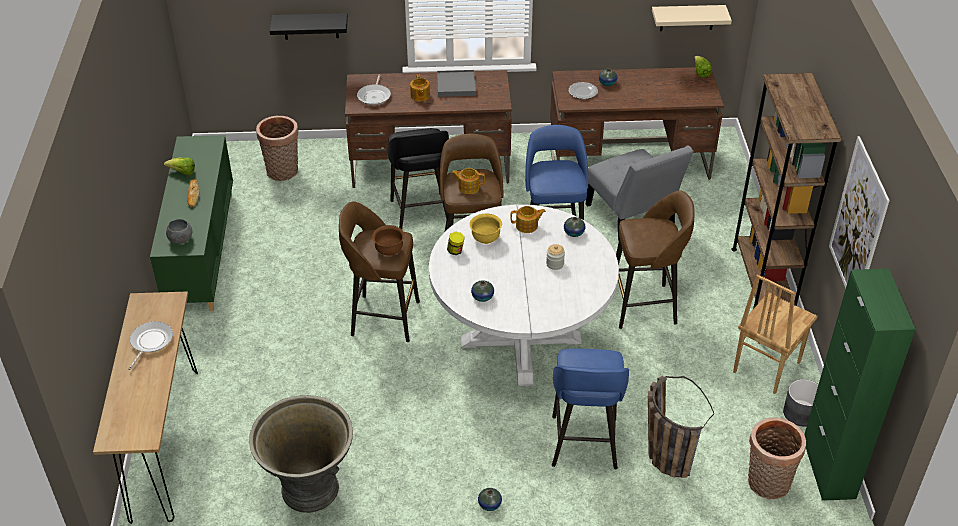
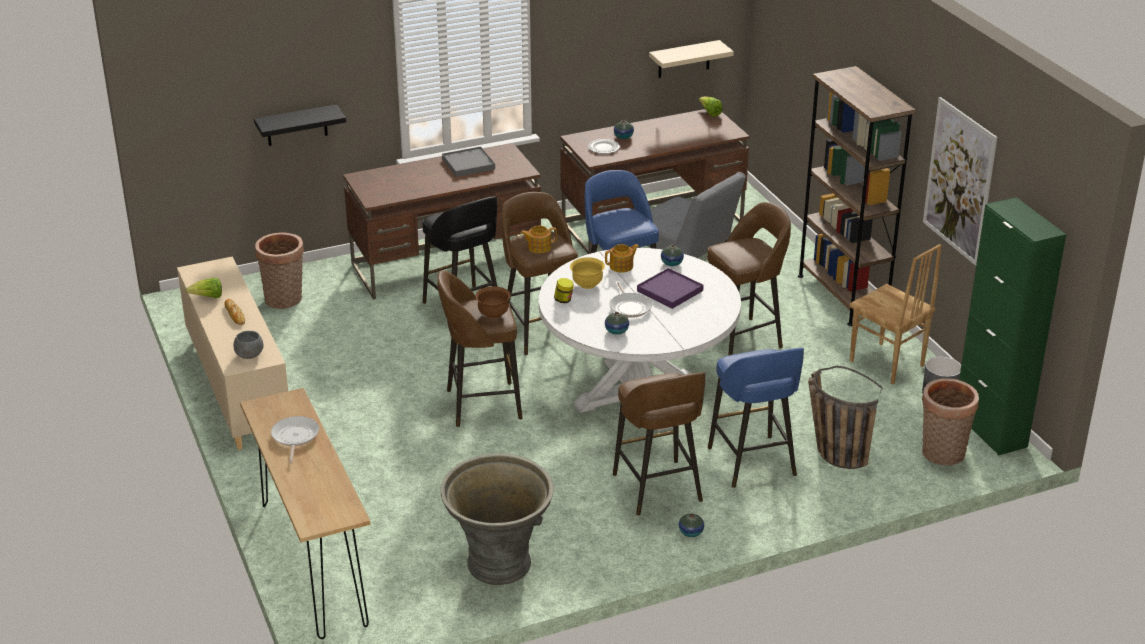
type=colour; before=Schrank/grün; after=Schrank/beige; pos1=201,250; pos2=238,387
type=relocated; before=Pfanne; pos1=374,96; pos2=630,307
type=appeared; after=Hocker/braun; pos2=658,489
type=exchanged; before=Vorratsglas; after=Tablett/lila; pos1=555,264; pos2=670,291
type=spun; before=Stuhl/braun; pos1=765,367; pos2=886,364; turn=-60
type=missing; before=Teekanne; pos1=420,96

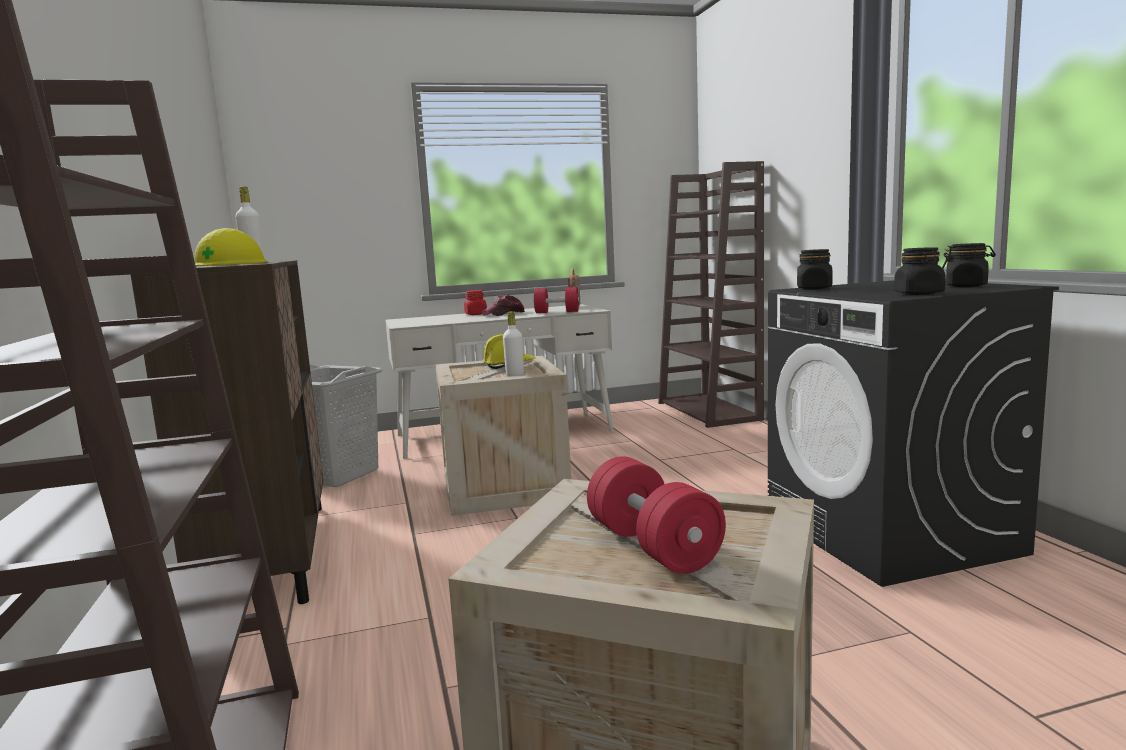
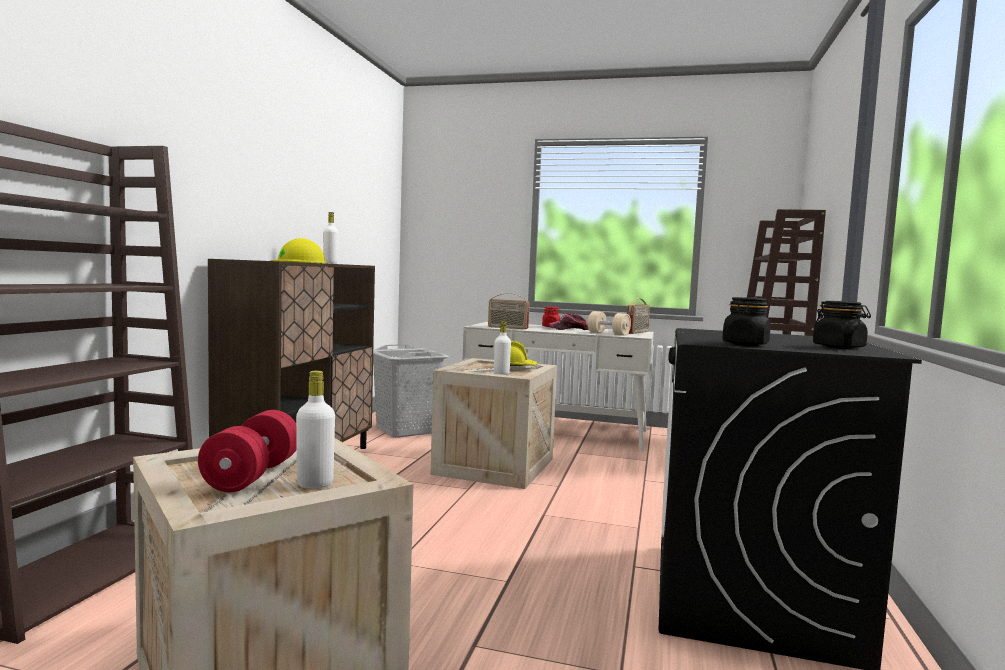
type=appeared; after=Flasche/weiß; pos2=315,484
type=appeared; after=Radio; pos2=507,328
type=colour; before=Hantel/rot; after=Hantel/beige; pos1=557,312; pos2=608,333
type=missing; before=Vorratsglas/schwarz; pos1=814,288

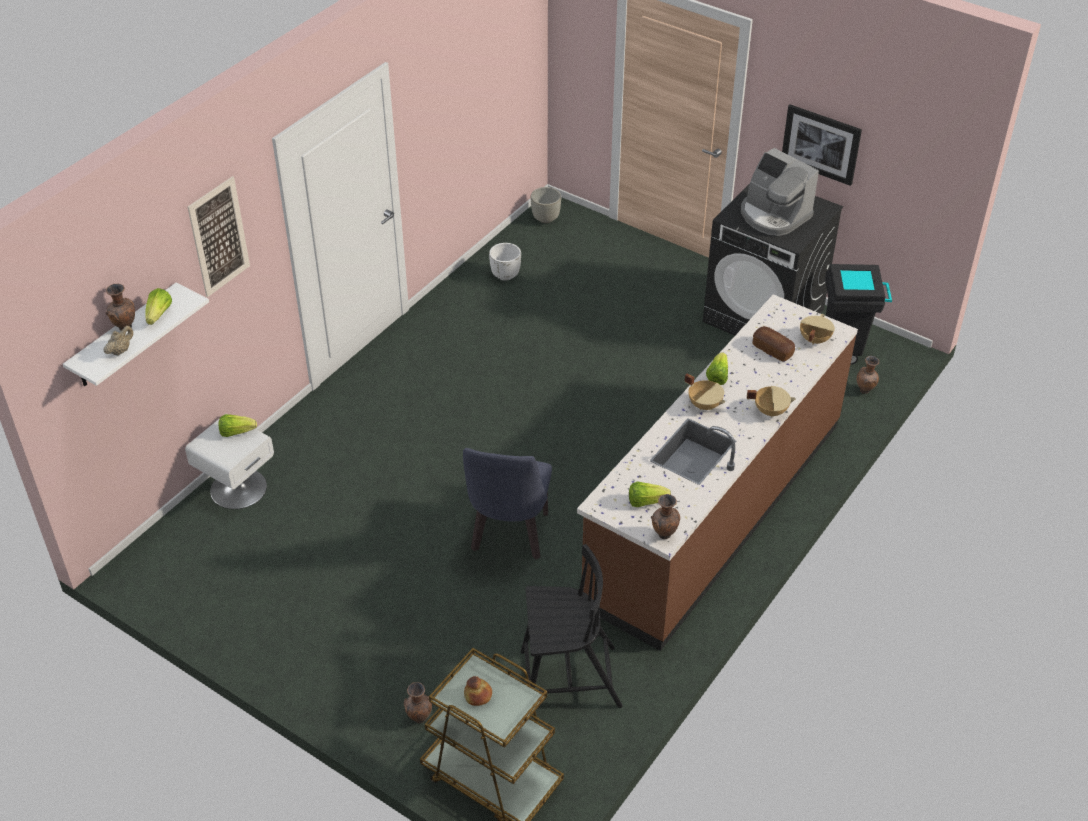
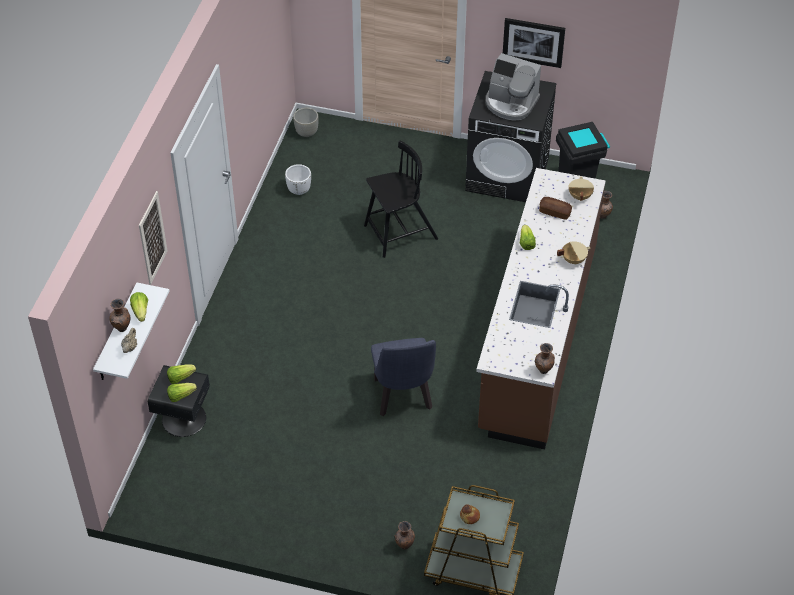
type=colour; before=Nachttisch/weiß; after=Nachttisch/schwarz; pos1=238,488; pos2=183,418
type=relocated; before=Salatkopf; pos1=646,501; pos2=181,396
type=relocated; before=Stuhl/schwarz; pos1=567,679; pos2=399,233
type=missing; before=Kochtopf/beige; pos1=705,404

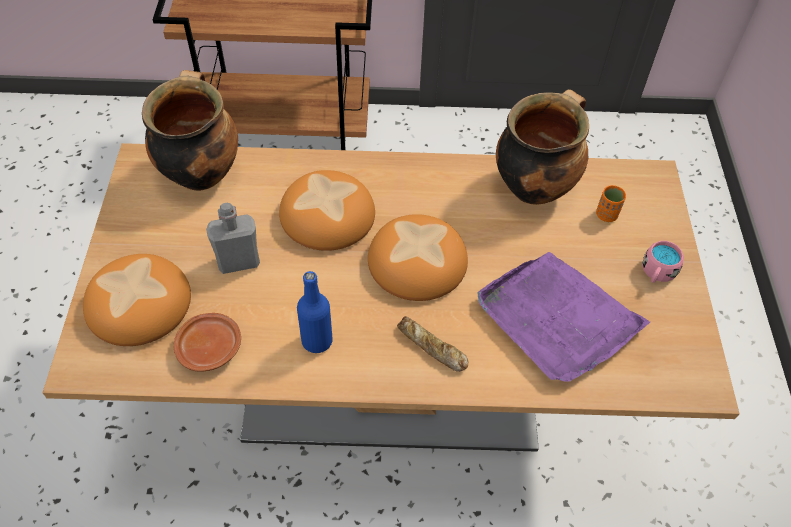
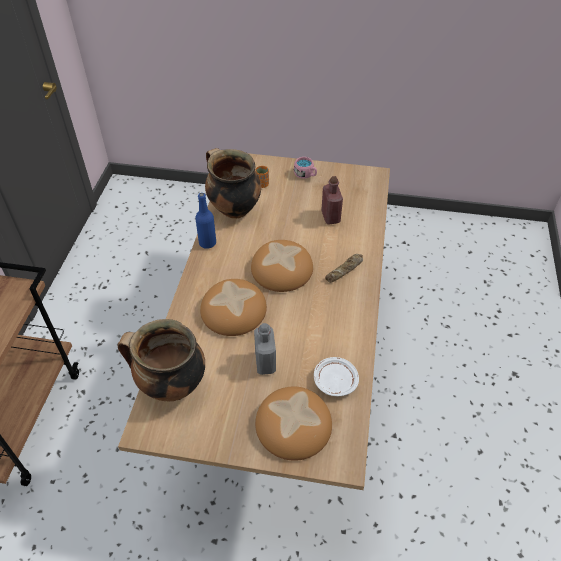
type=relocated; before=Flasche/blau; pos1=317,341; pos2=207,243
type=colour; before=Teller/braun; after=Teller/weiß; pos1=210,347; pos2=334,381
type=exchanged; before=Tablett/lila; after=Flasche/rot; pos1=557,319; pos2=330,217

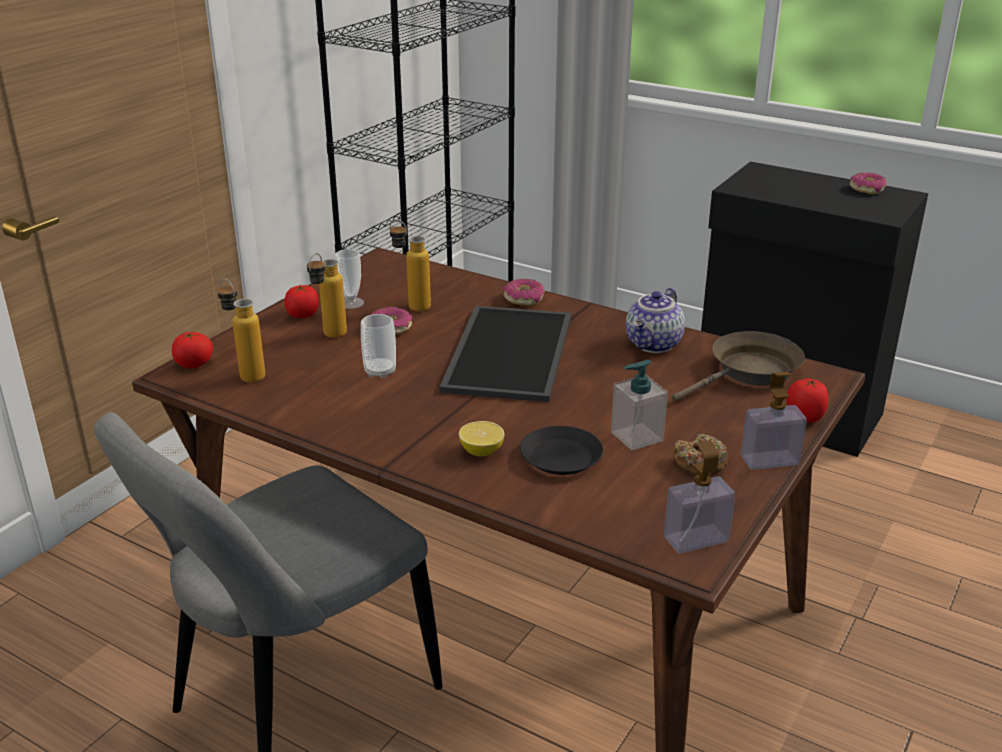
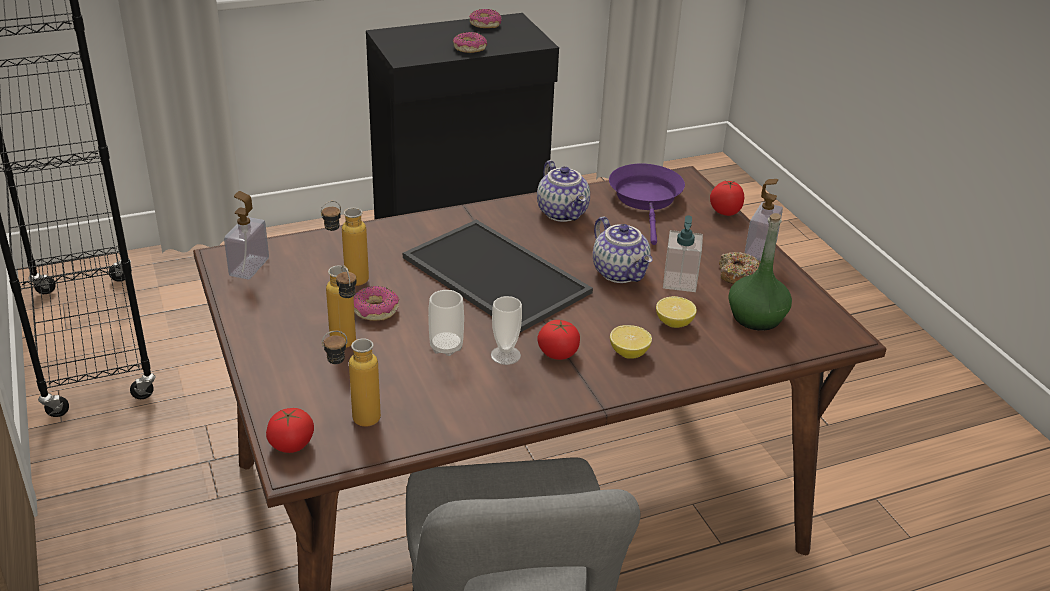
type=relocated; before=Seifenspender; pos1=696,539; pos2=249,267
type=relocated; before=Donut; pos1=524,299; pos2=469,48
type=relocated; before=Tasse; pos1=351,303; pos2=505,355
type=relocated; before=Tomate; pos1=303,315; pos2=558,353
type=appeared; after=Teekanne; pos2=621,273
type=colour; before=Pfanne/braun; after=Pfanne/lila; pos1=750,372; pos2=646,200
type=exchanged; before=Teller/schwarz; after=Zitrone; pos1=561,457; pos2=674,323
type=appeared; after=Flasche/grün; pos2=756,317

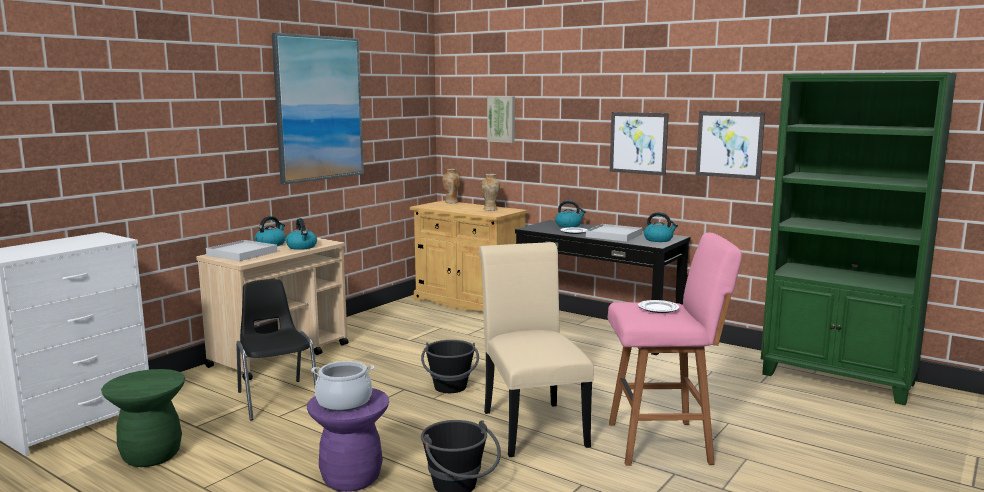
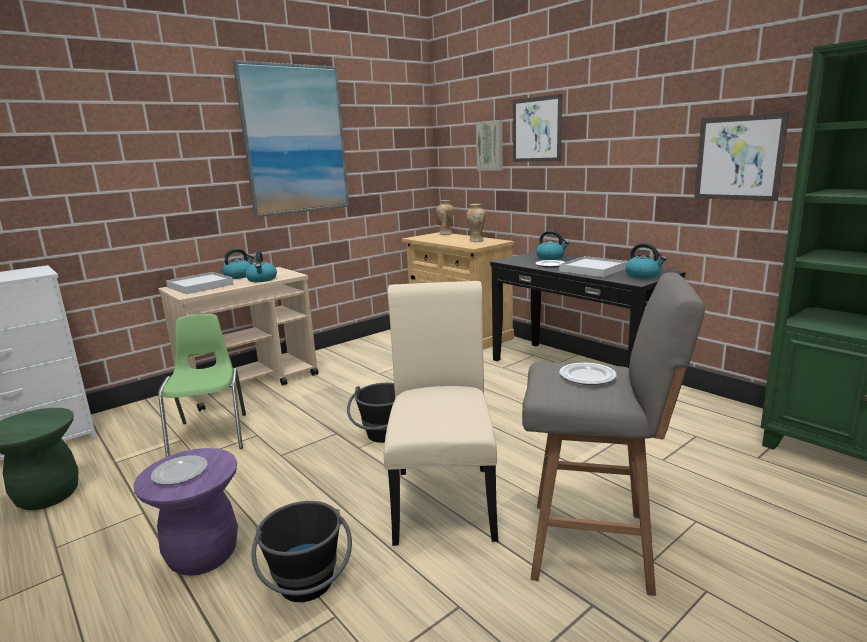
type=exchanged; before=Kochtopf; after=Teller; pos1=344,402; pos2=181,472
type=colour; before=Stuhl/schwarz; after=Stuhl/grün; pos1=277,398; pos2=211,434
type=relocated; before=Bild; pos1=638,143; pos2=536,129
type=colour; before=Hocker/rosa; after=Hocker/grau; pos1=663,443; pos2=595,545

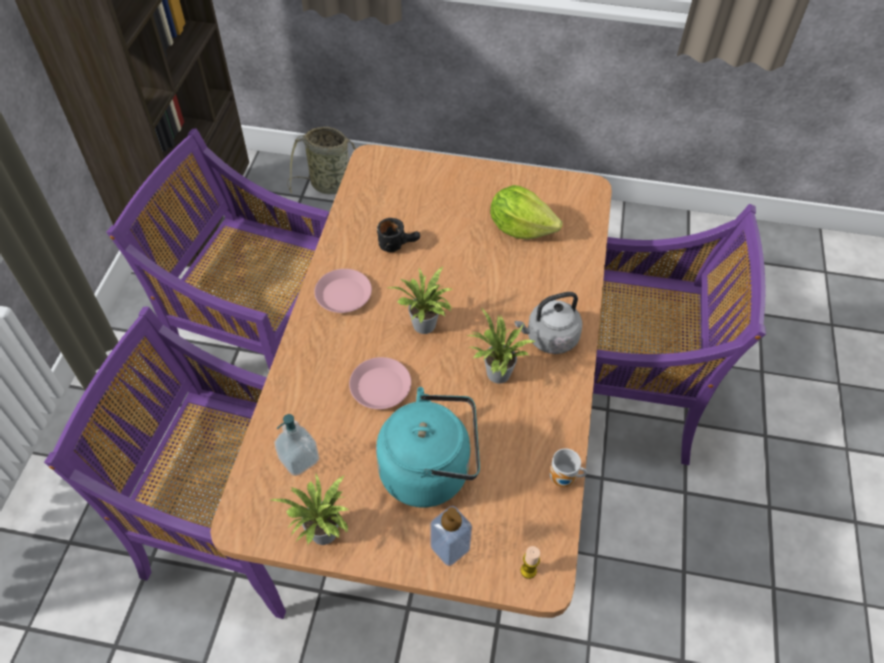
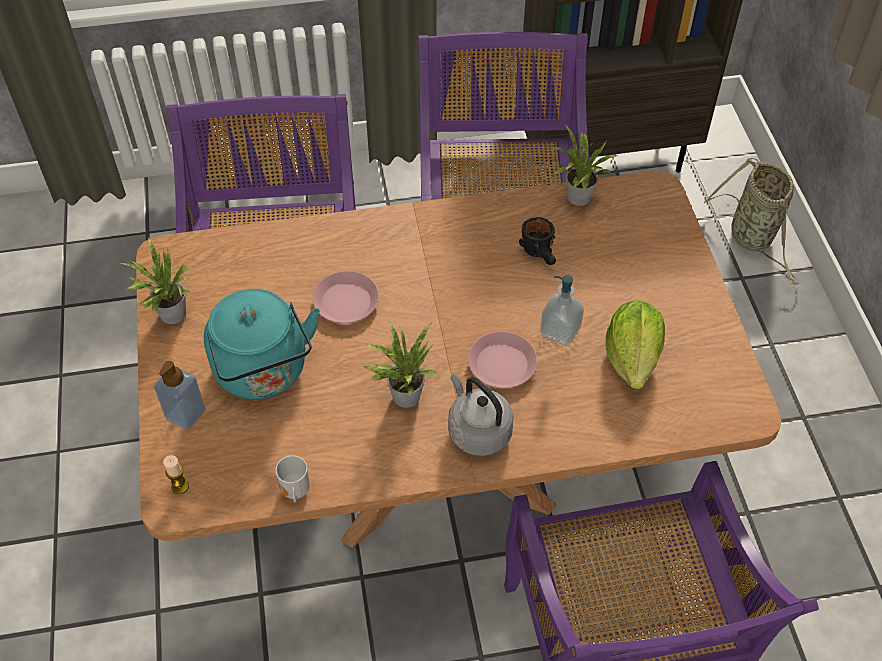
type=relocated; before=Teller/rosa; pos1=343,295; pos2=501,364
type=relocated; before=Seifenspender; pos1=299,459; pos2=560,331
type=relocated; before=Topfpflanze; pos1=425,327; pos2=576,198

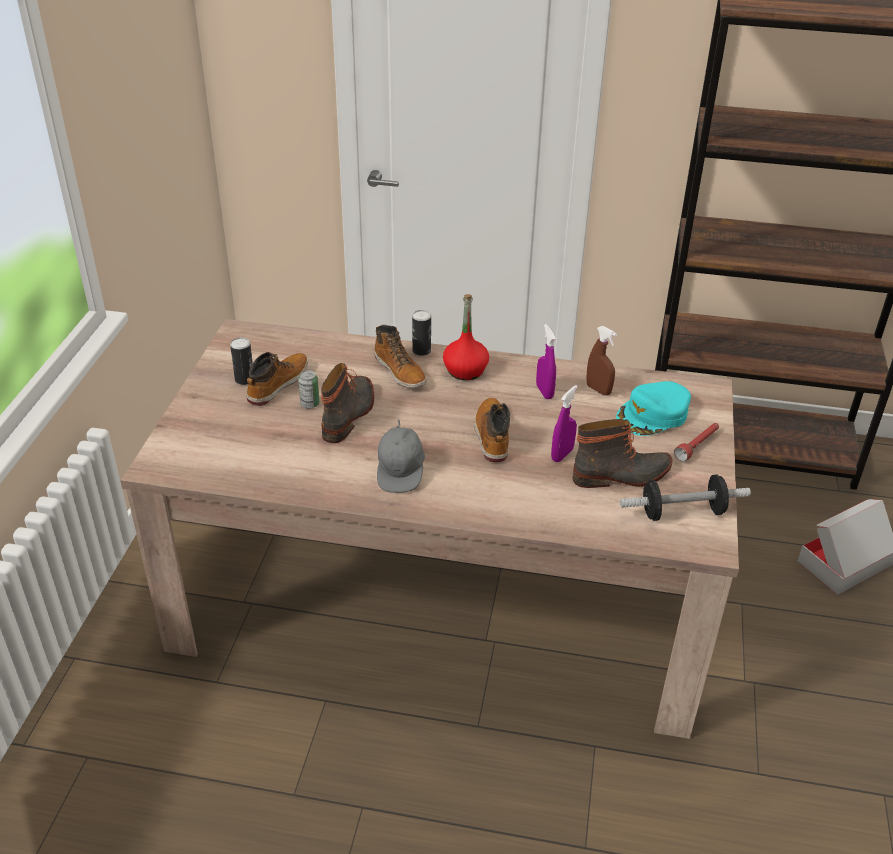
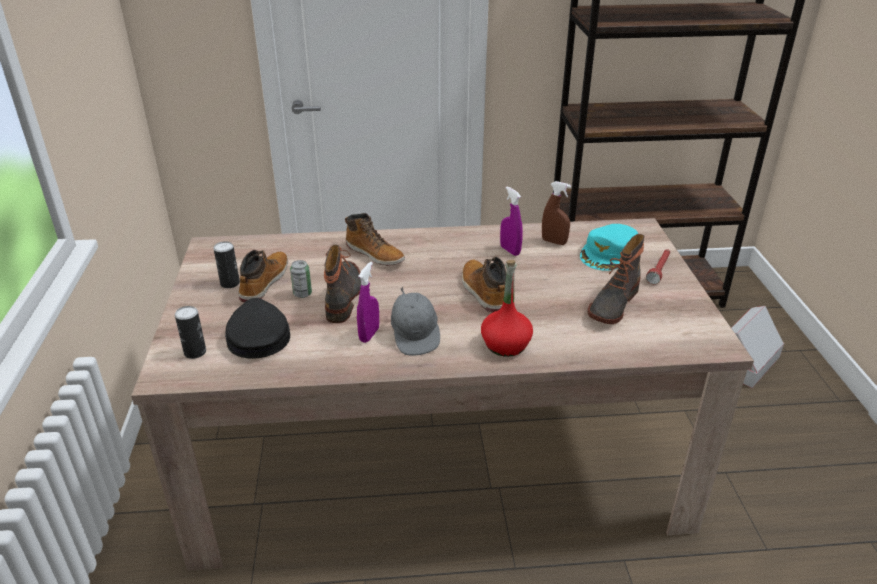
type=relocated; before=Dose; pos1=421,351; pos2=195,352
type=appeared; after=Kappe/schwarz; pos2=258,336
type=relocated; before=Sprühflasche/lila; pos1=562,454; pos2=369,335
type=relocated; before=Flasche/rot; pos1=465,370; pos2=505,345
type=spun; before=Stiefel; pos1=622,476; pos2=612,304; turn=150
type=missing; before=Hantel; pos1=682,512

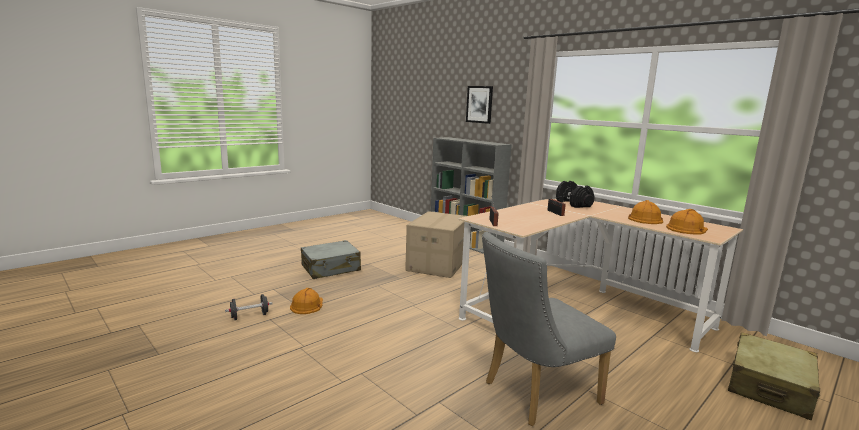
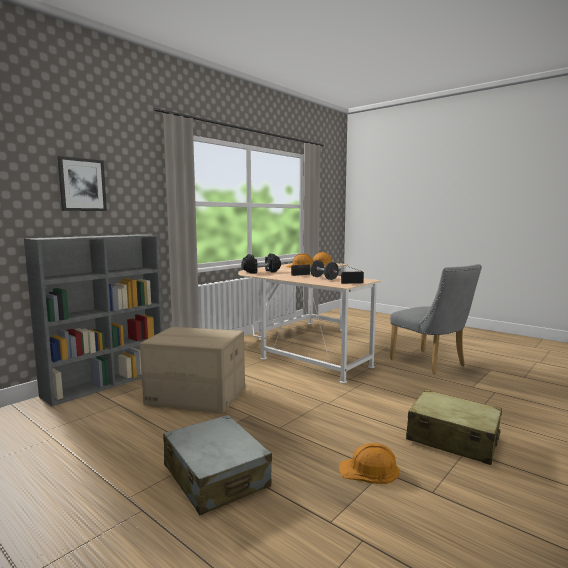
type=relocated; before=Hantel/schwarz; pos1=249,316; pos2=324,278
type=relocated; before=Koffer/beige; pos1=769,387; pos2=452,439

